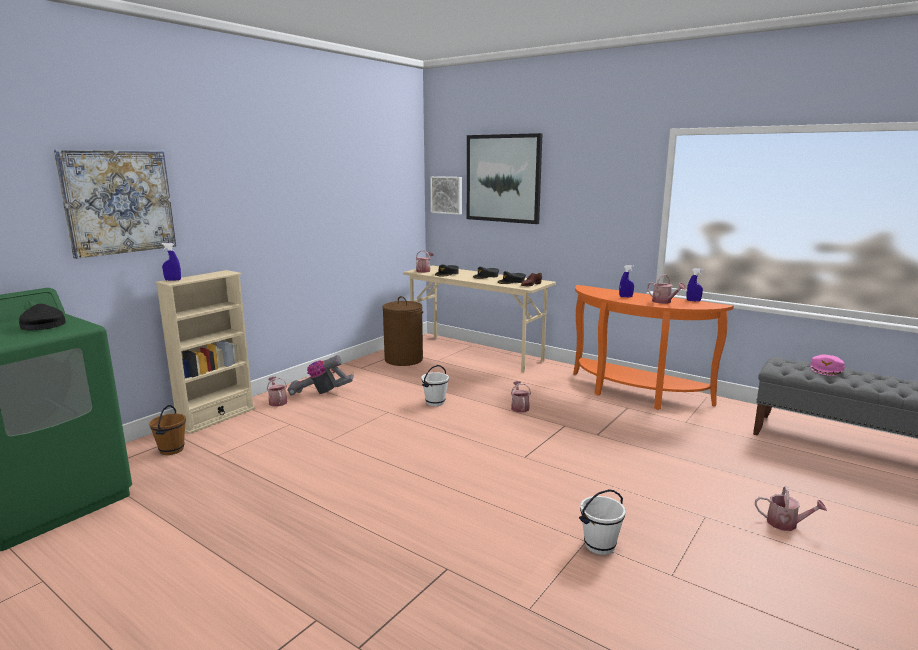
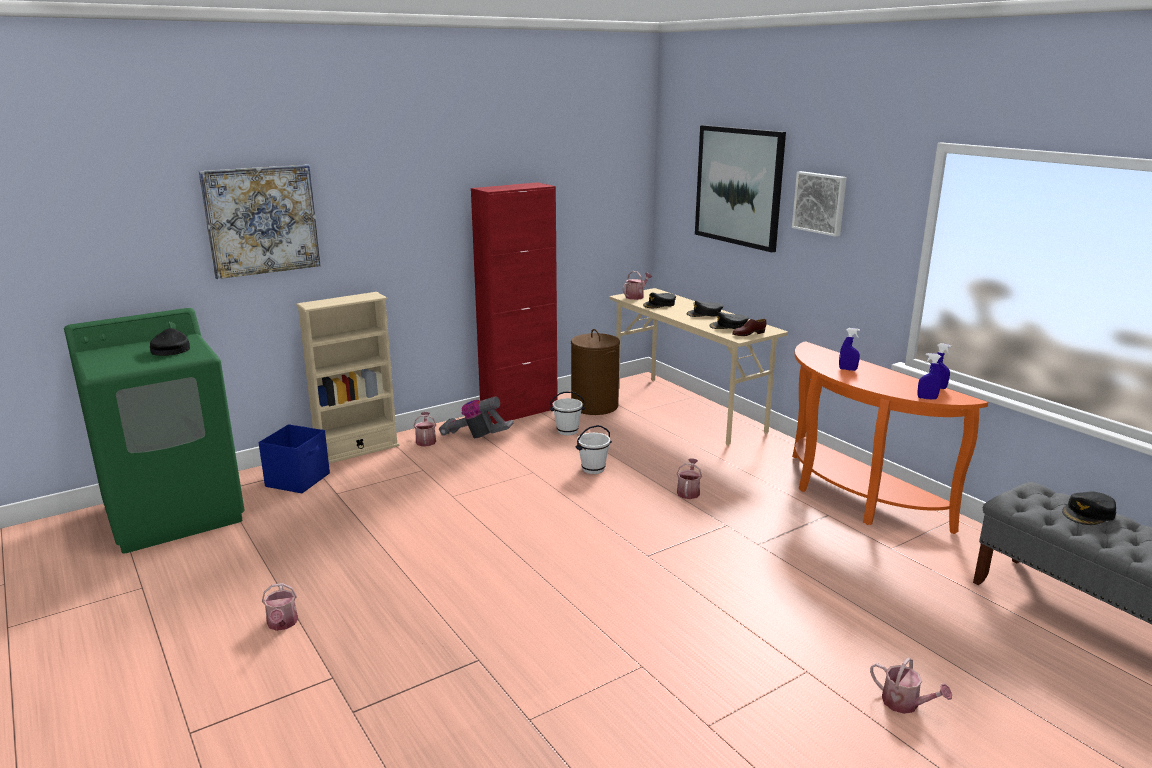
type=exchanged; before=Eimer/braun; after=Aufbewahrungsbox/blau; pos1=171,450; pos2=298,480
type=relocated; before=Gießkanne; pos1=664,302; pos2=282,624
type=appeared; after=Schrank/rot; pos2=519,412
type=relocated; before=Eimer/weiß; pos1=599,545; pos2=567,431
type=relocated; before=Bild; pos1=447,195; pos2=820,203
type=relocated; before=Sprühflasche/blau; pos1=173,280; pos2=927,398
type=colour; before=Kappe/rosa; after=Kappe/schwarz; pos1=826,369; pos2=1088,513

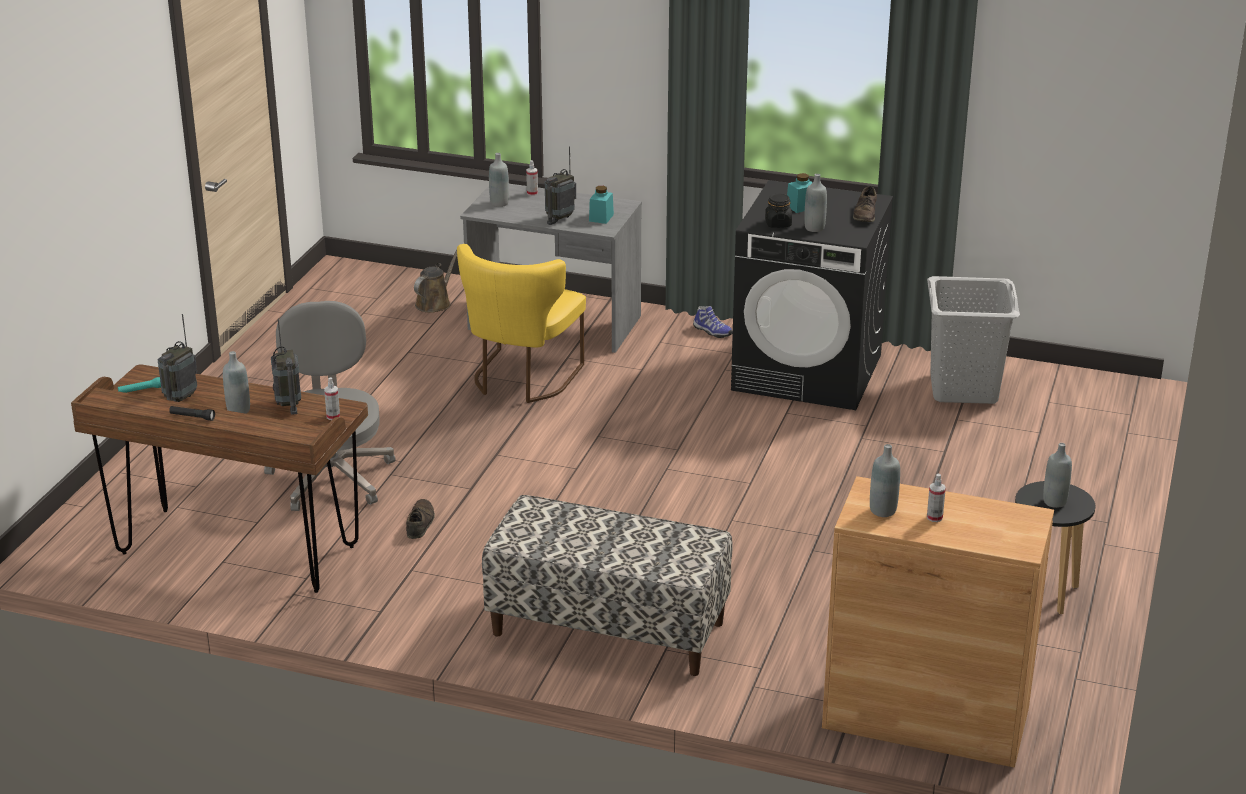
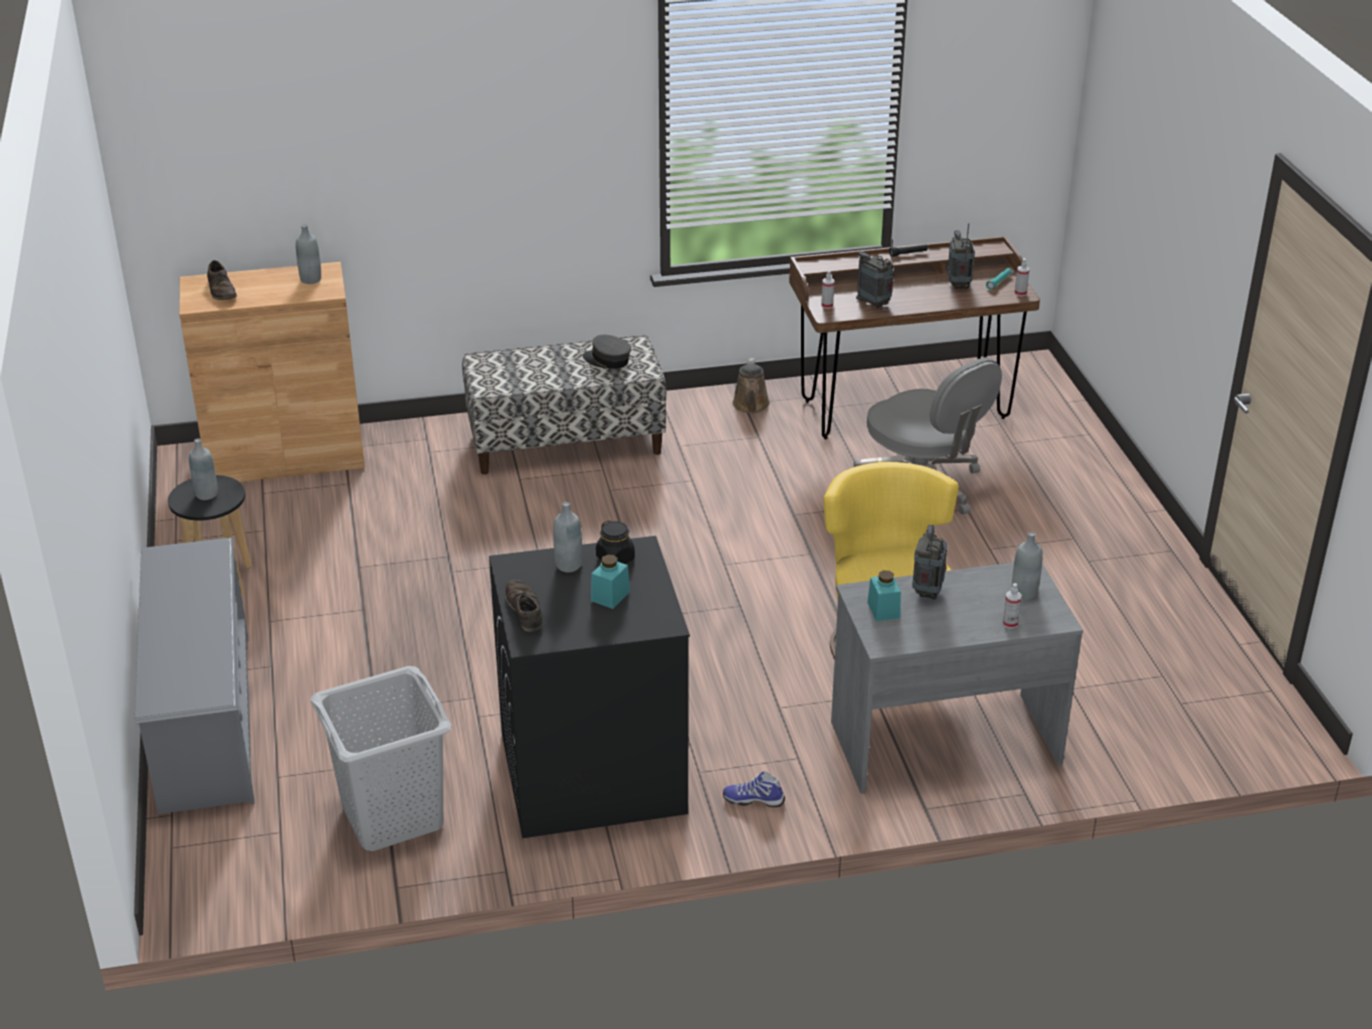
type=appeared; after=Schuhregal/grau; pos2=205,721
type=relocated; before=Schuh/braun; pos1=419,523; pos2=222,290
type=appeared; after=Kappe/grau; pos2=607,360
type=relocated; before=Gießkanne/braun; pos1=435,303; pos2=751,405
type=relocated; before=Sprühflasche; pos1=934,517; pos2=1020,293
type=missing; before=Flasche/grau; pos1=238,410

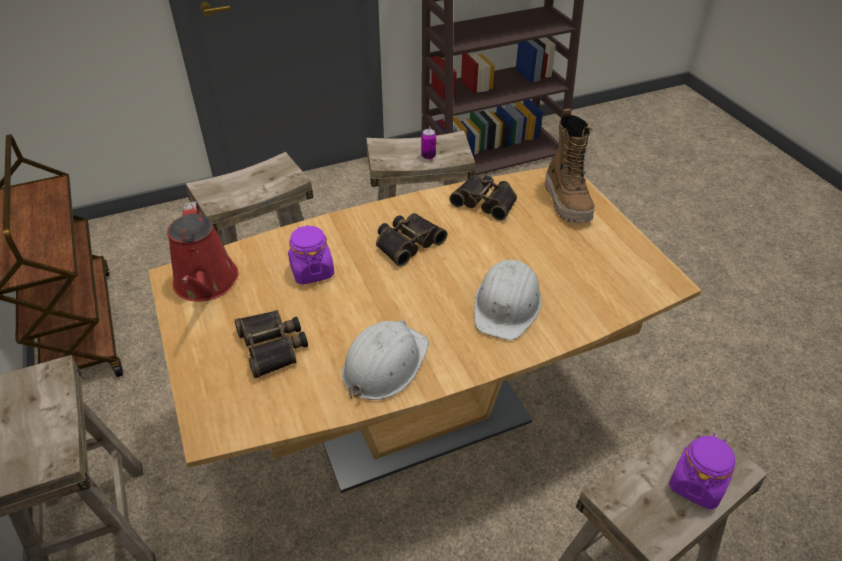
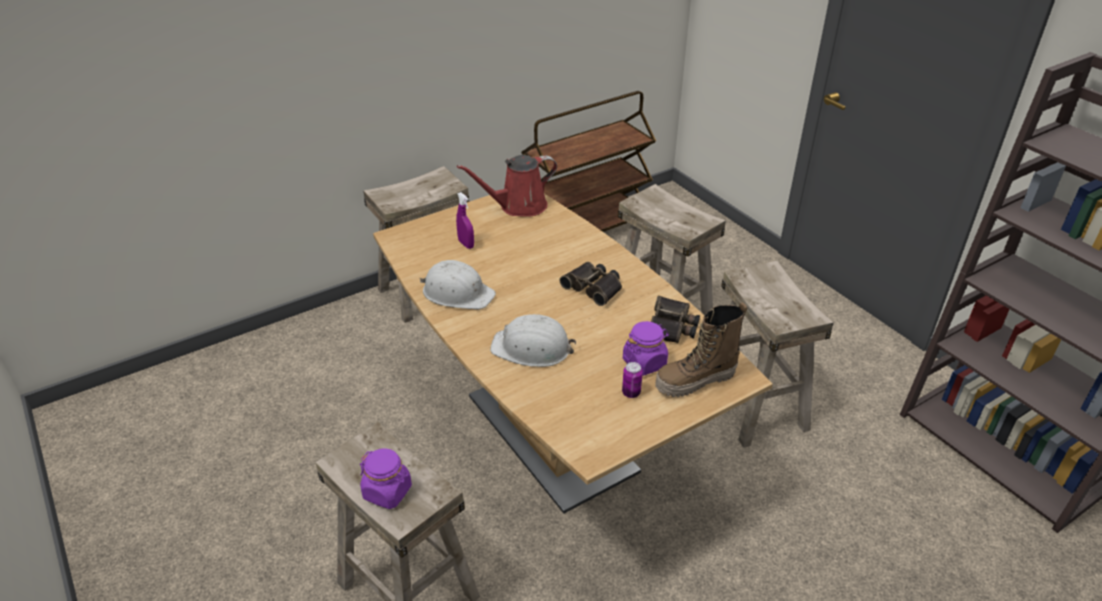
type=exchanged; before=Fernglas; after=Sprühflasche/lila; pos1=273,346; pos2=466,244
type=relocated; before=Dose; pos1=428,156; pos2=631,393
type=relocated; before=Vorratsglas/lila; pos1=312,271; pos2=644,362

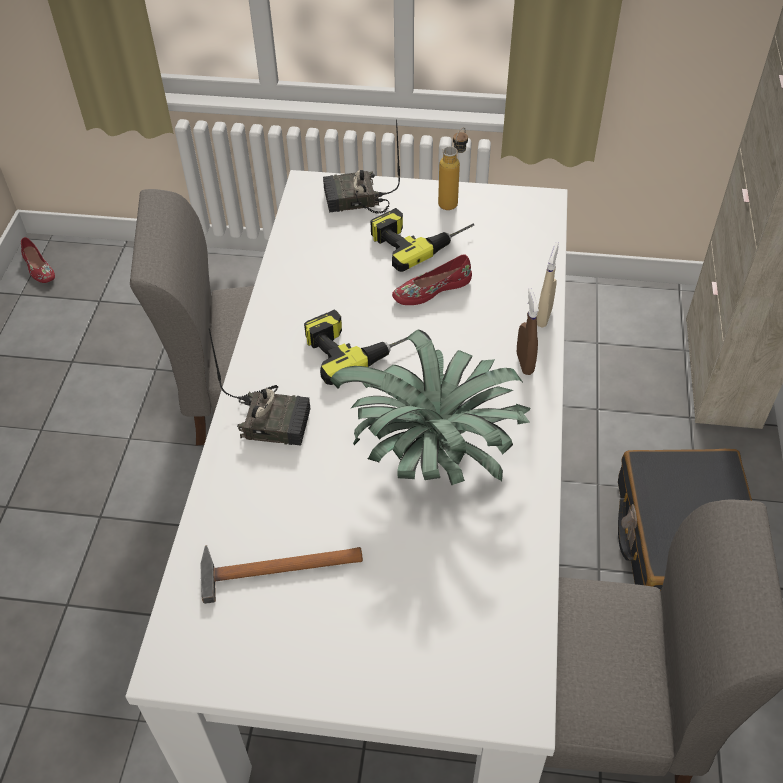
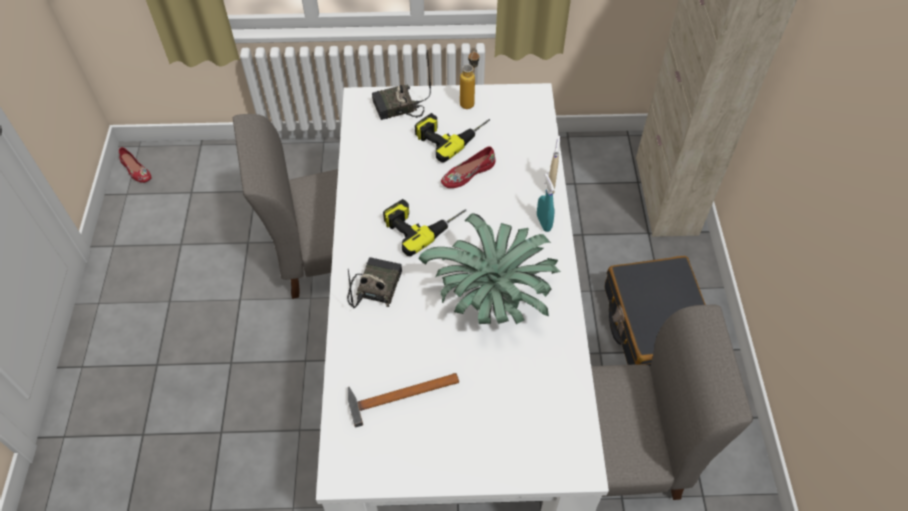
type=spun; before=Radio; pos1=274,419; pos2=374,287; turn=-75
type=colour; before=Sprühflasche/braun; after=Sprühflasche/türkis; pos1=524,363; pos2=543,223

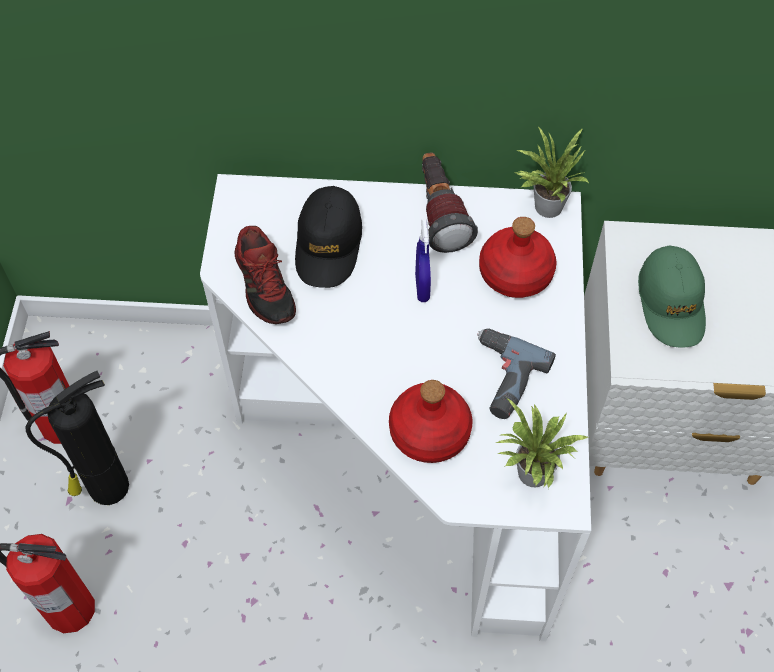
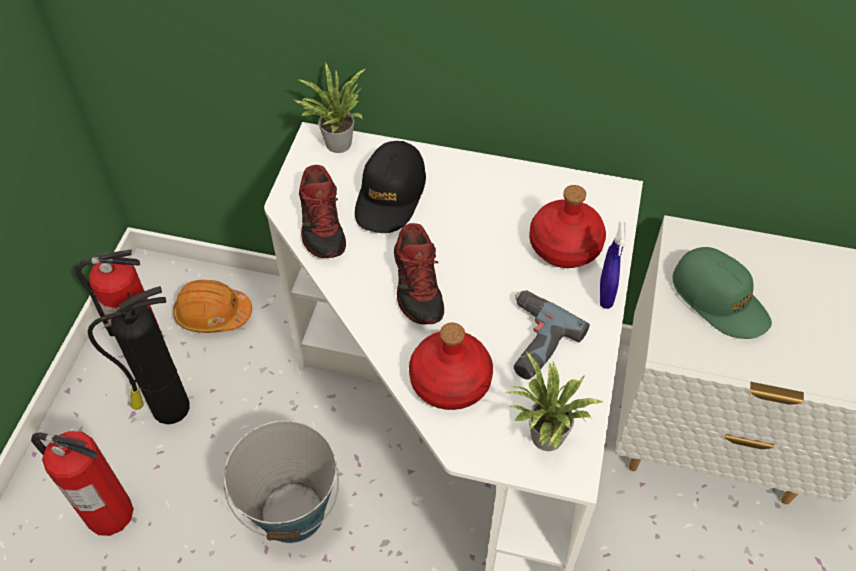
type=appeared; after=Schutzhelm/orange; pos2=213,314
type=appeared; after=Eimer; pos2=293,512
type=relocated; before=Topfpflanze; pos1=544,205; pos2=335,142
type=appeared; after=Schuh; pos2=419,285
type=relocated; before=Sprühflasche/blau; pos1=422,288; pos2=605,294
type=spun; before=Kappe/grün; pos1=672,303; pos2=719,299; turn=-45
type=missing; before=Taschenlampe; pos1=440,213

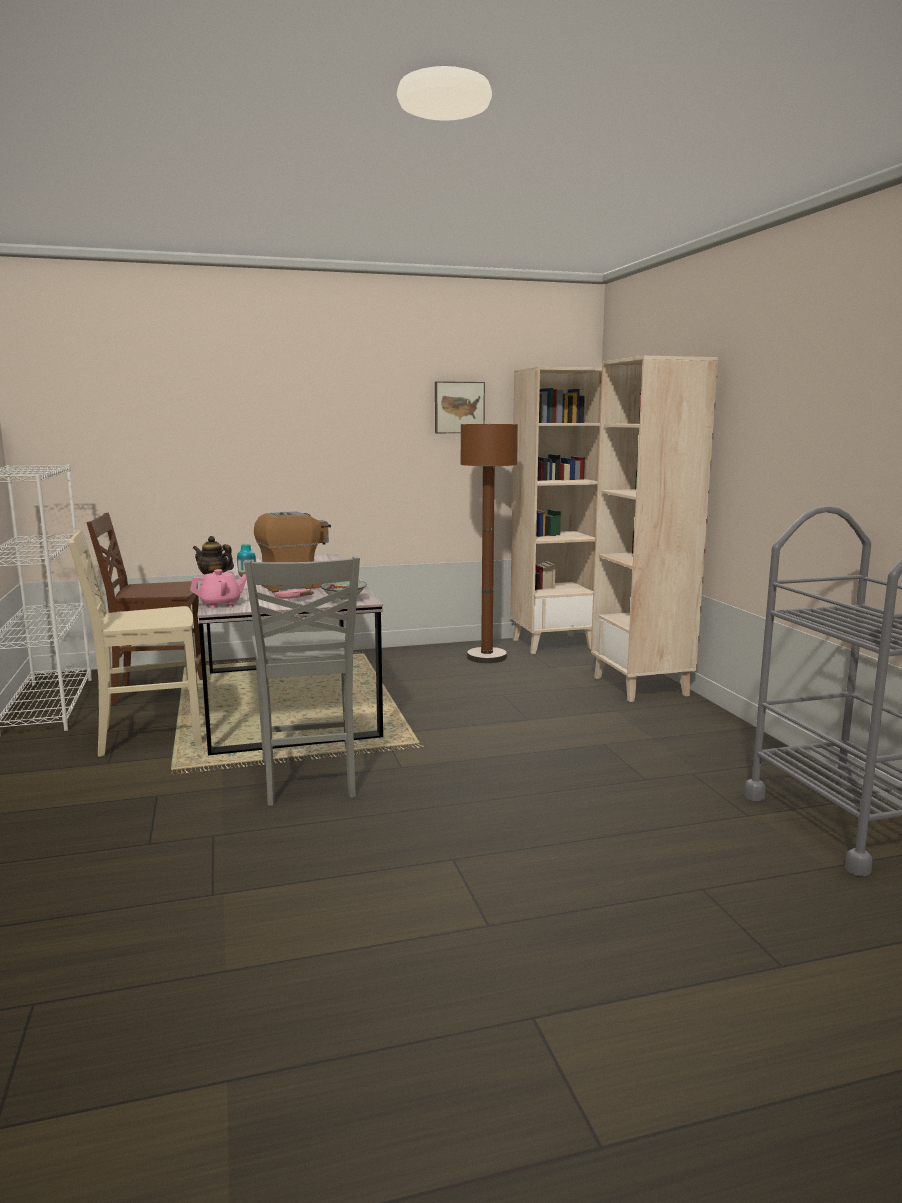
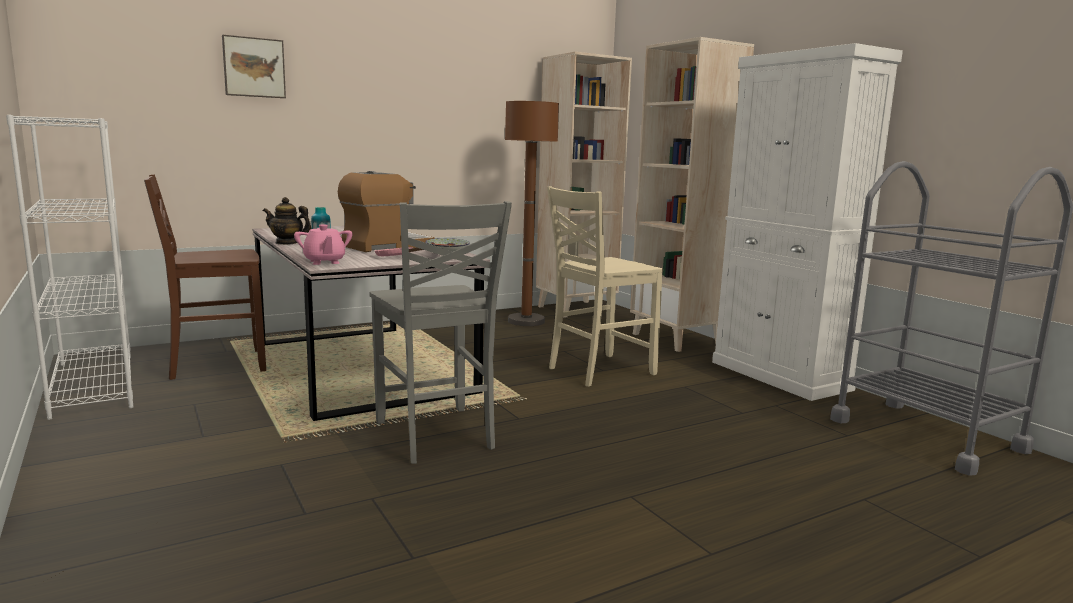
type=relocated; before=Bild; pos1=459,407; pos2=254,67
type=spun; before=Teekanne/rosa; pos1=221,604; pos2=324,262; turn=105
type=relocated; before=Stuhl/beige; pos1=148,737; pos2=598,371
type=appeared; after=Schrank/weiß; pos2=780,376

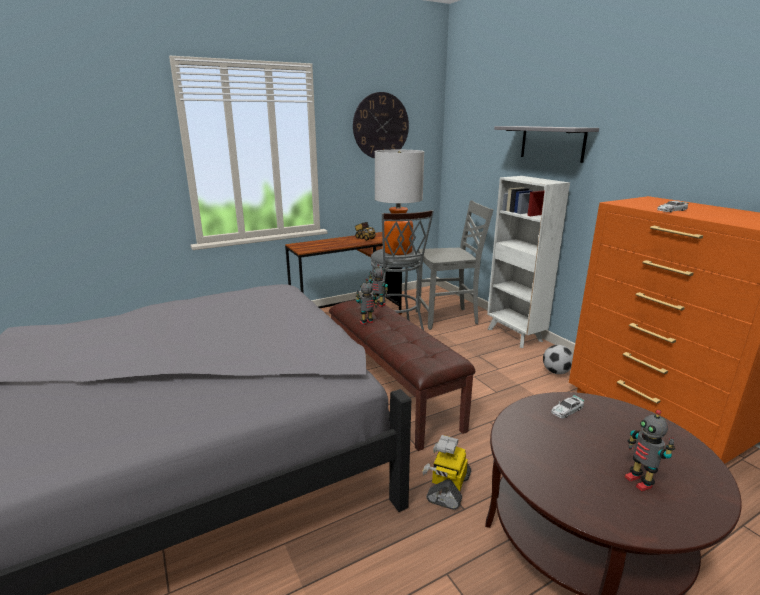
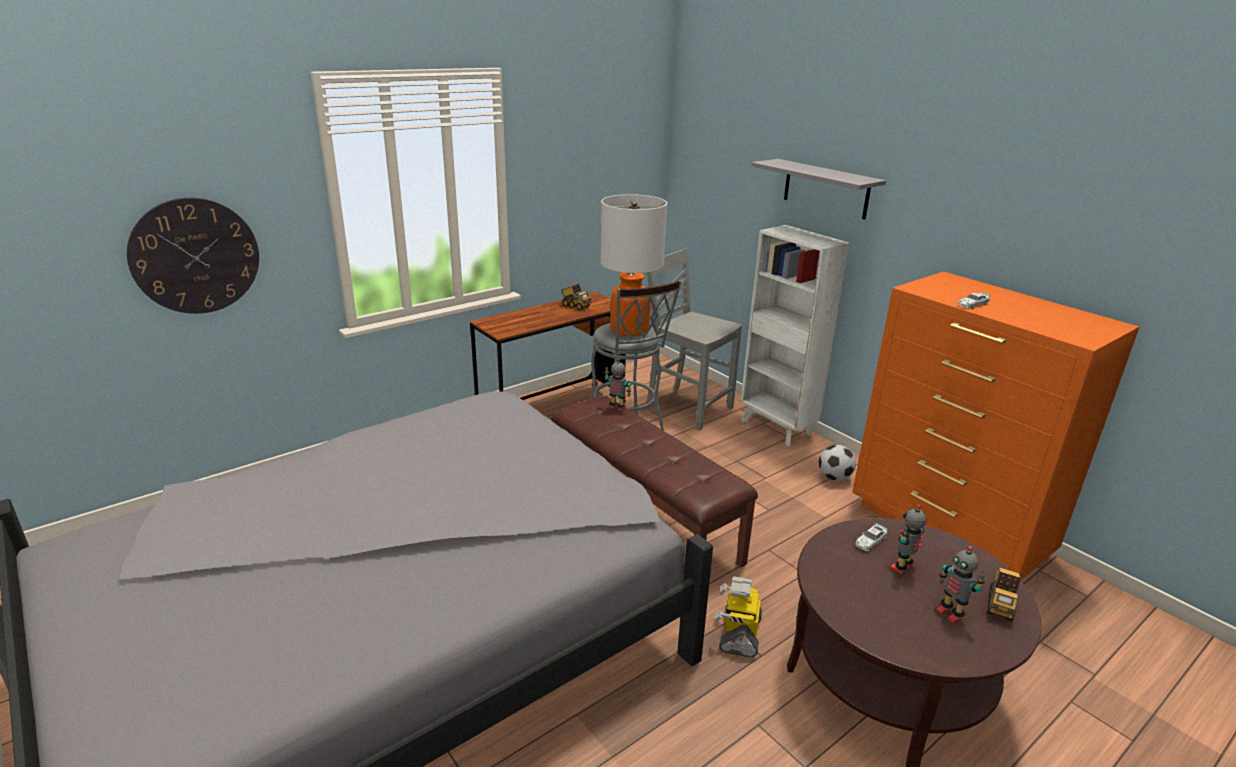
type=relocated; before=Wanduhr; pos1=381,126; pos2=195,256
type=spun; before=Stuhl/grau; pos1=448,318; pos2=687,407; turn=-120
type=relocated; before=Spielzeugroboter; pos1=367,323; pos2=902,568
type=appeared; after=Spielzeuglaster; pos2=1000,605

